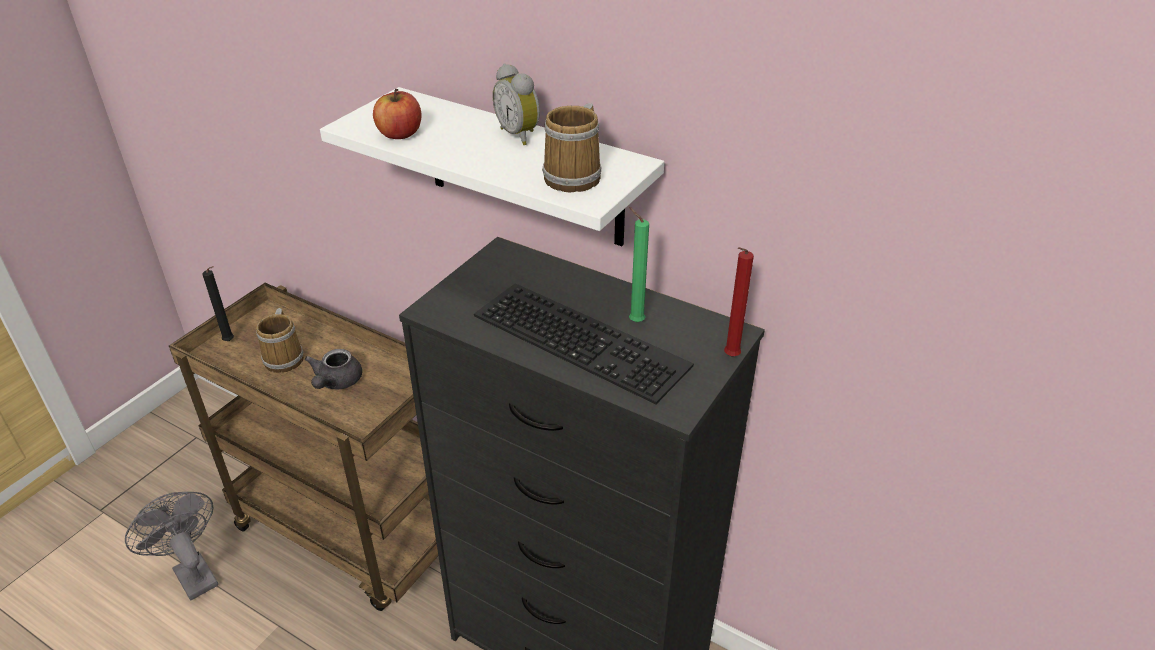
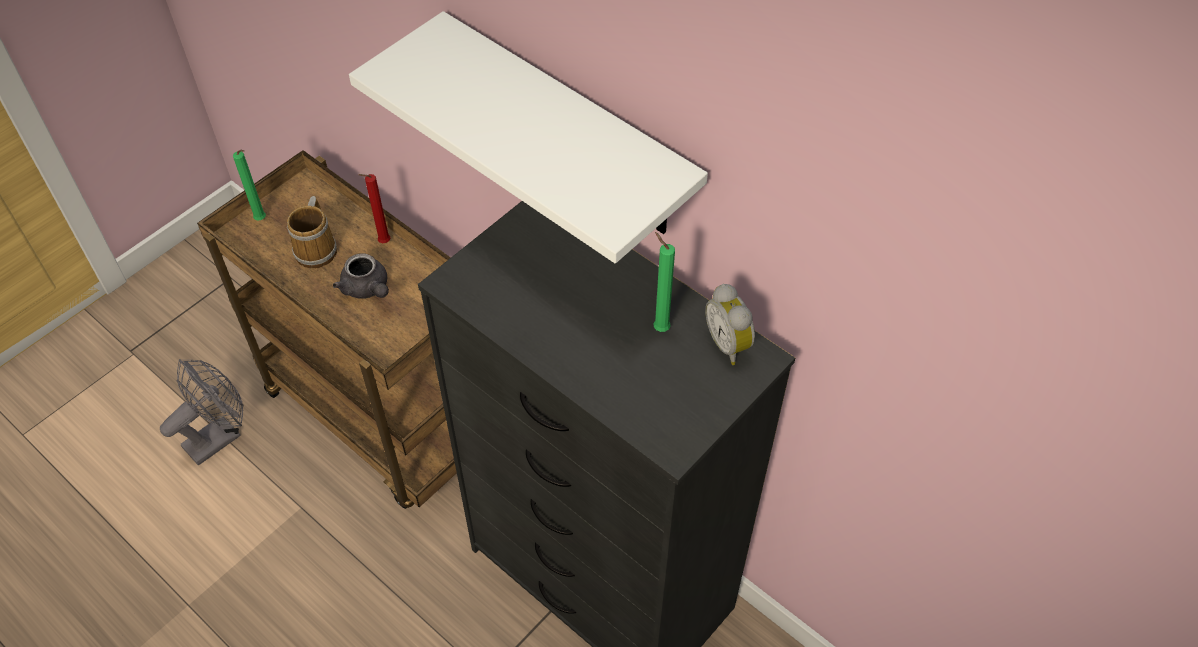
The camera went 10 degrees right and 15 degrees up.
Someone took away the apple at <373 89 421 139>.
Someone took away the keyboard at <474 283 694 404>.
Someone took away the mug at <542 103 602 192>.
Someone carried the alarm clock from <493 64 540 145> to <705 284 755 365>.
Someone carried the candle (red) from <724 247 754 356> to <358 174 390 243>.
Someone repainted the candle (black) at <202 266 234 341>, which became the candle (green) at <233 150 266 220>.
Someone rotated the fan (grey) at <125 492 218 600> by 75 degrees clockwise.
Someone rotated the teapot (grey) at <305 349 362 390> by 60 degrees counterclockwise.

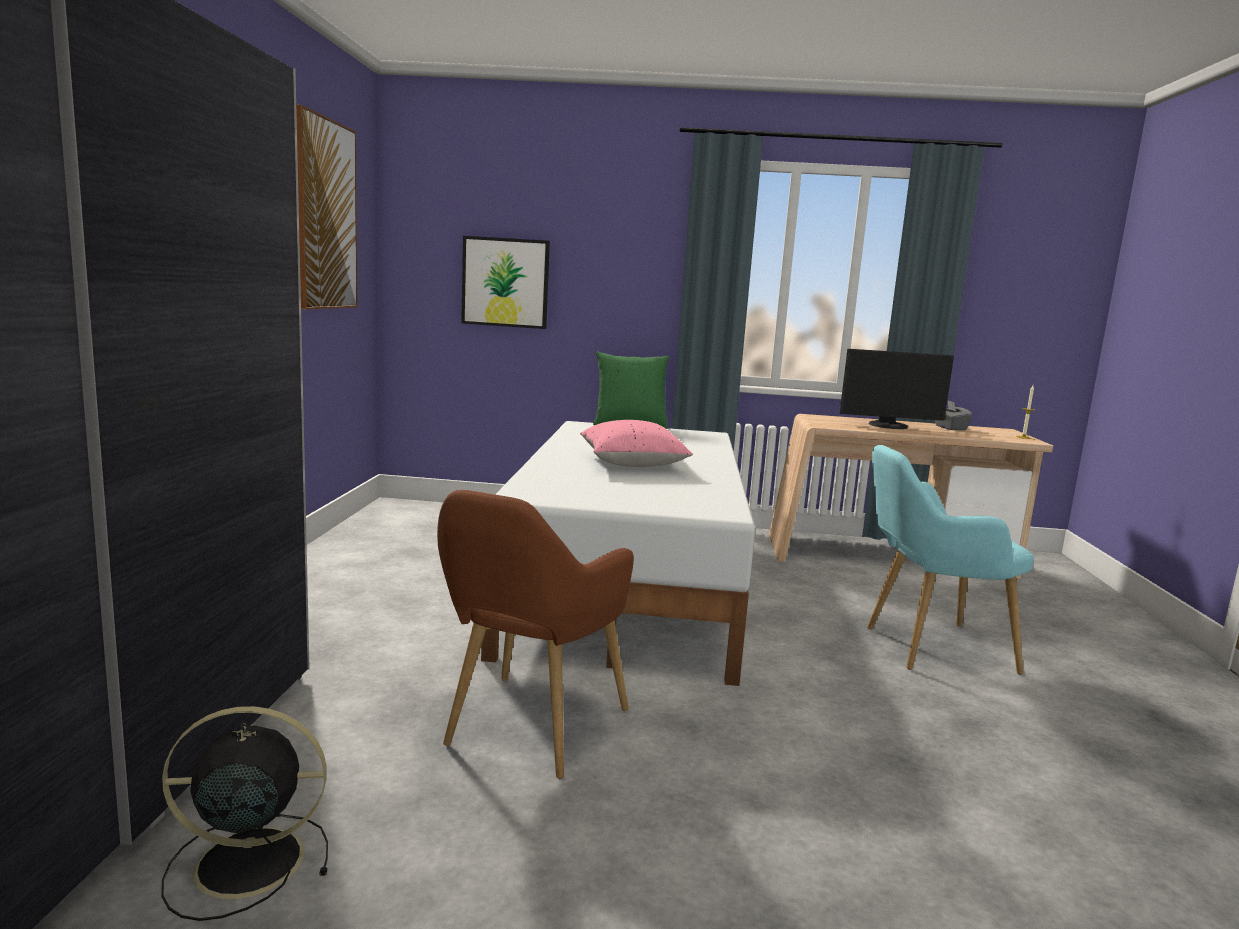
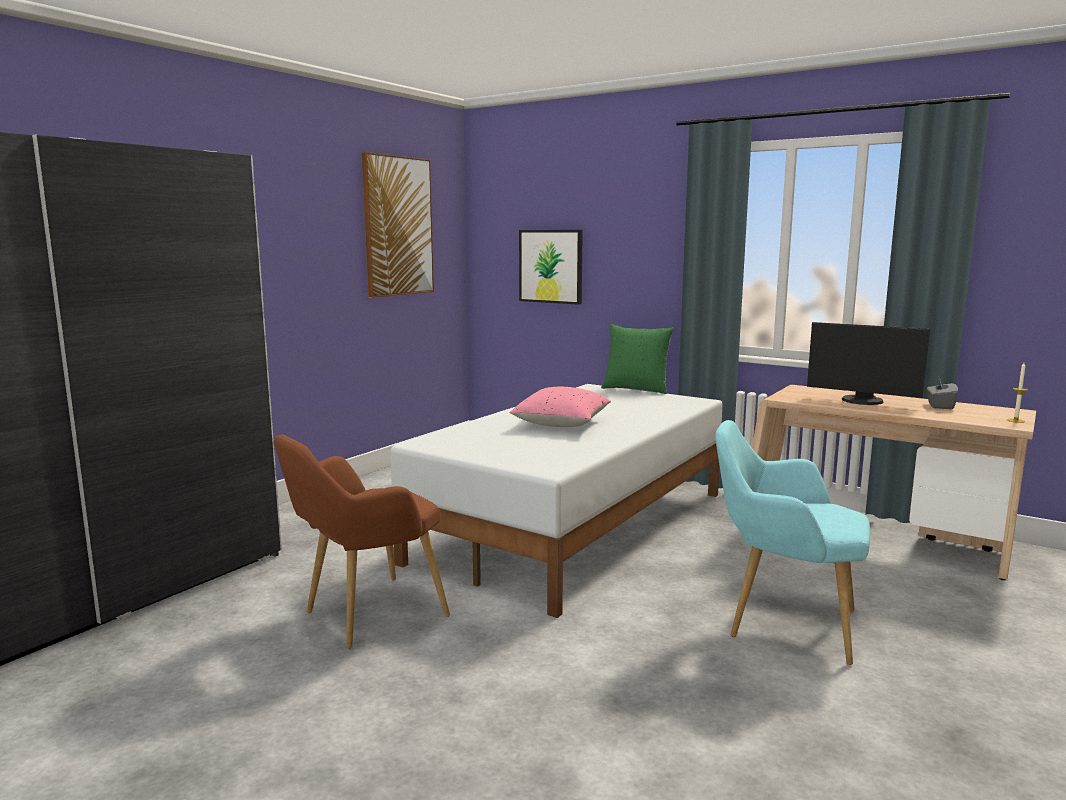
The camera went 30 degrees right and 0 degrees up.
Someone took away the fan (black) at <161 706 328 921>.

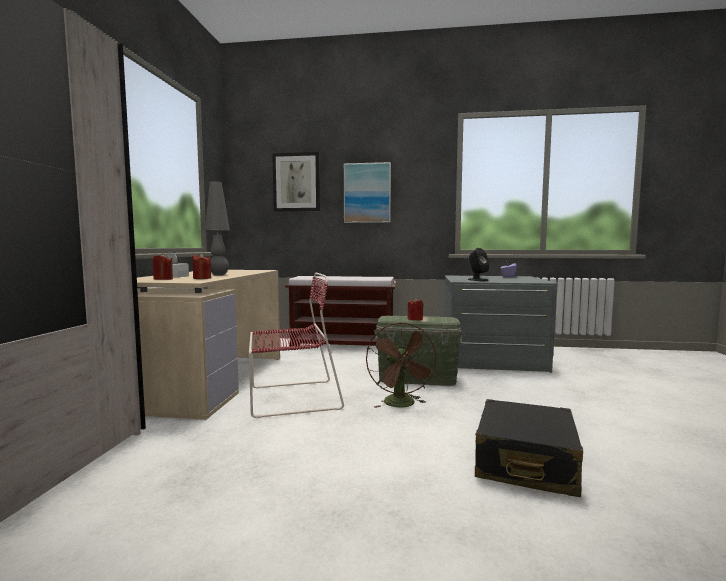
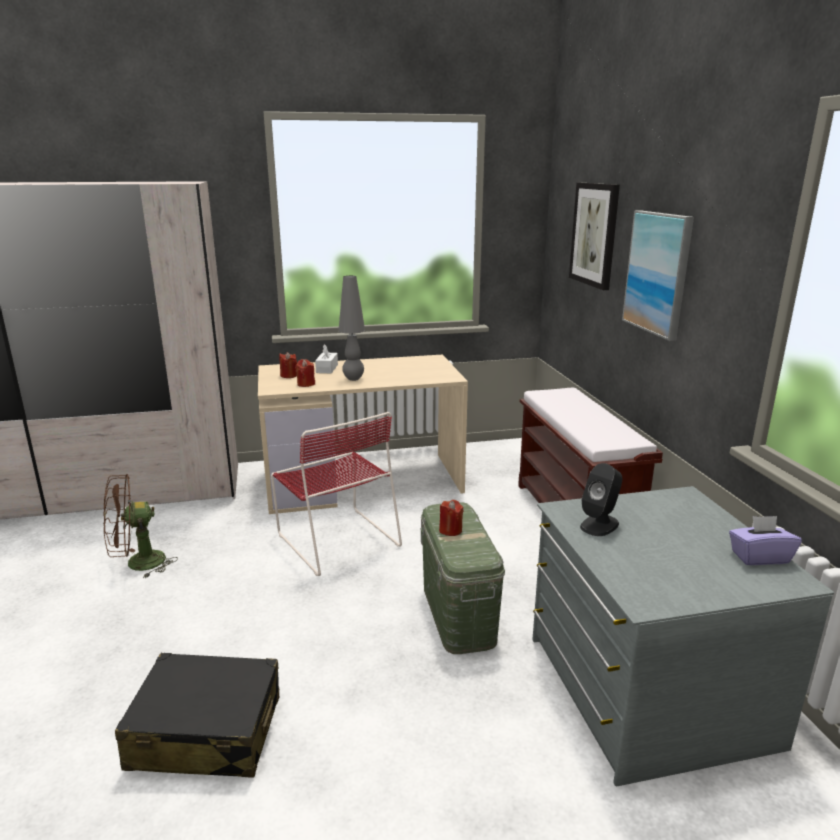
The camera went 70 degrees right and 15 degrees up.
Someone carried the fan (brown) from <366 322 437 408> to <103 474 178 579>.

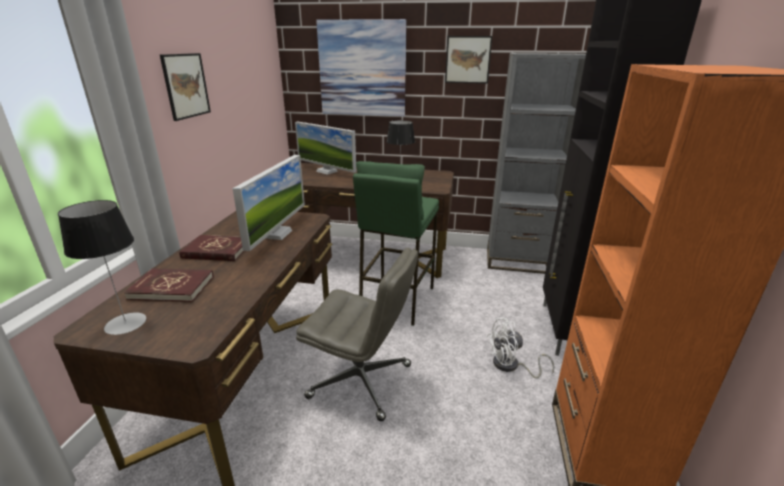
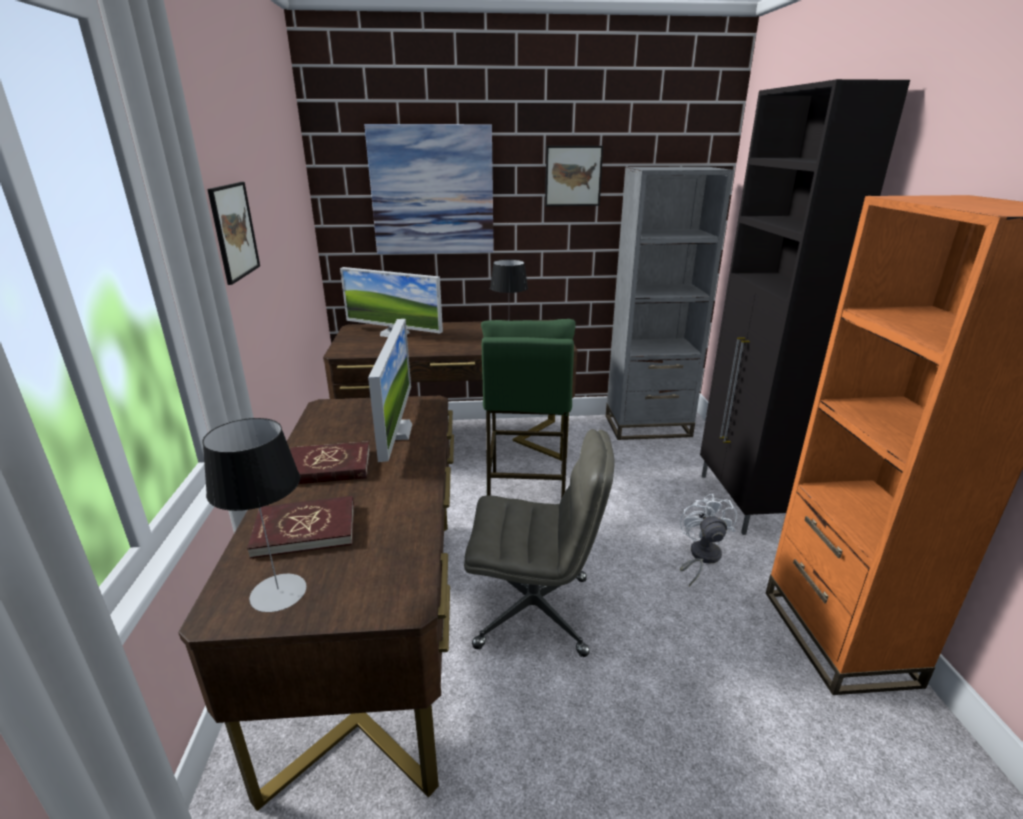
The camera went 15 degrees left and 0 degrees up.
Someone rotated the fan (white) at <487 318 554 378> by 120 degrees clockwise.

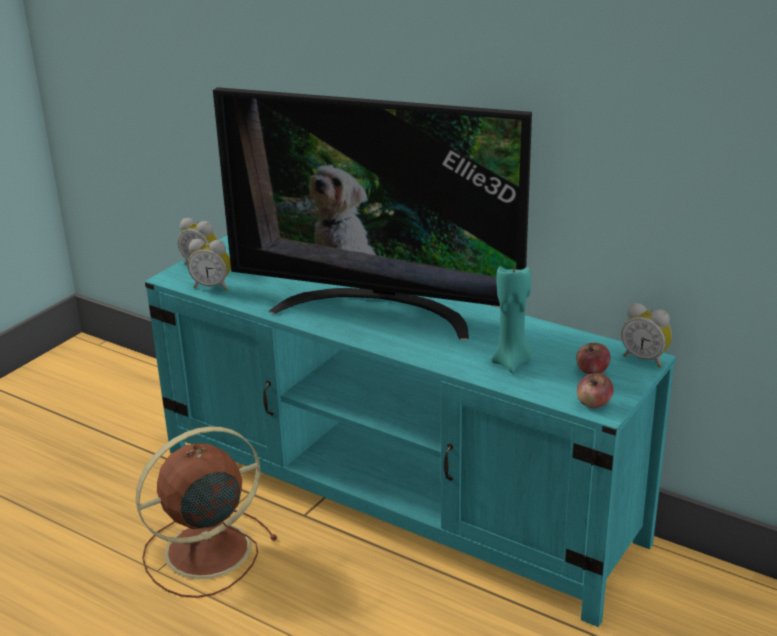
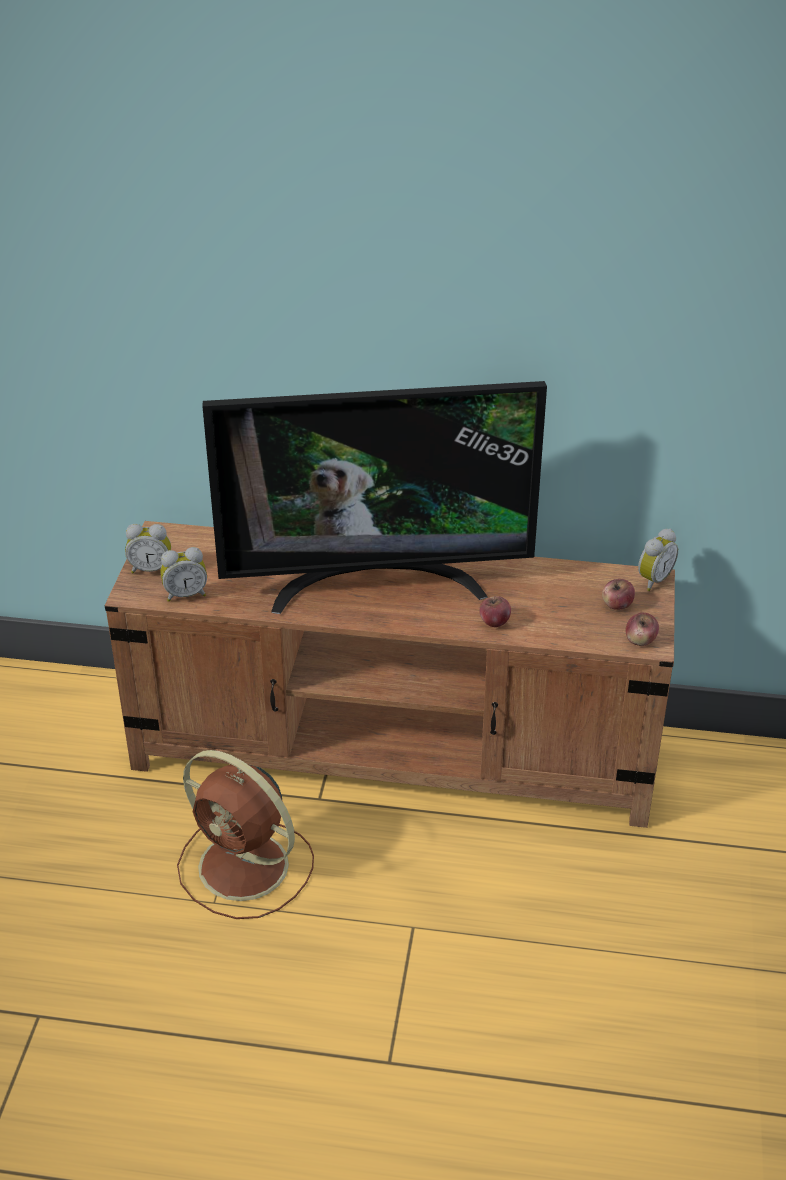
The camera went 25 degrees left and 10 degrees up.
Someone took away the candle (turquoise) at <491 266 532 373>.
Someone put down the apple at <479 596 511 627>.
Someone repainted the tv stand (turquoise) at <145 235 675 627>, which became the tv stand (brown) at <105 521 675 828>.
Someone rotated the fan (brown) at <136 426 278 598> by 90 degrees counterclockwise.
Someone rotated the alarm clock at <621 303 672 368> by 60 degrees counterclockwise.

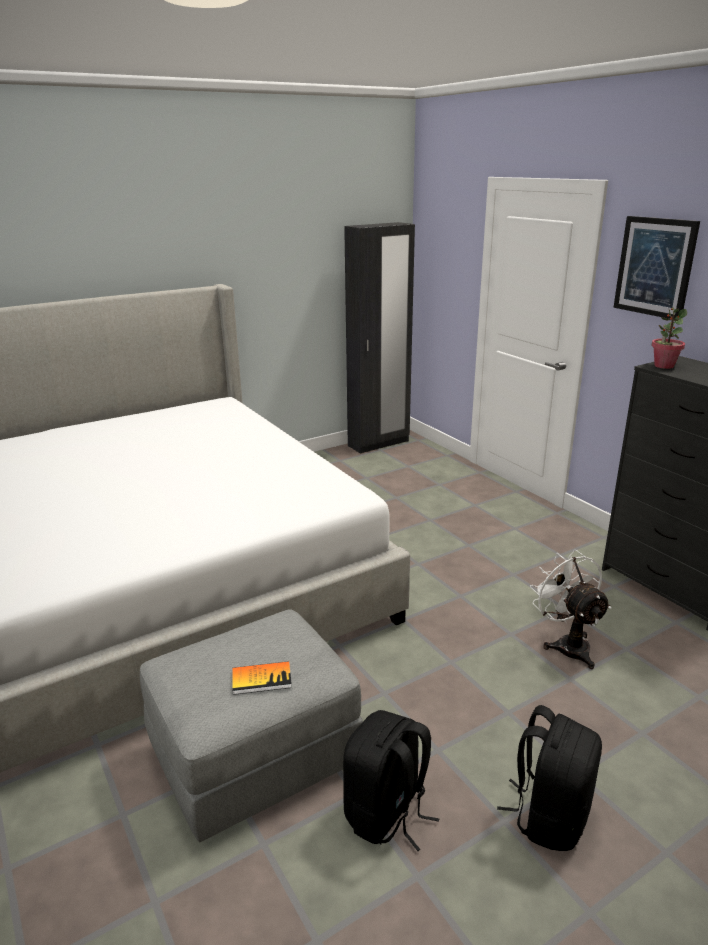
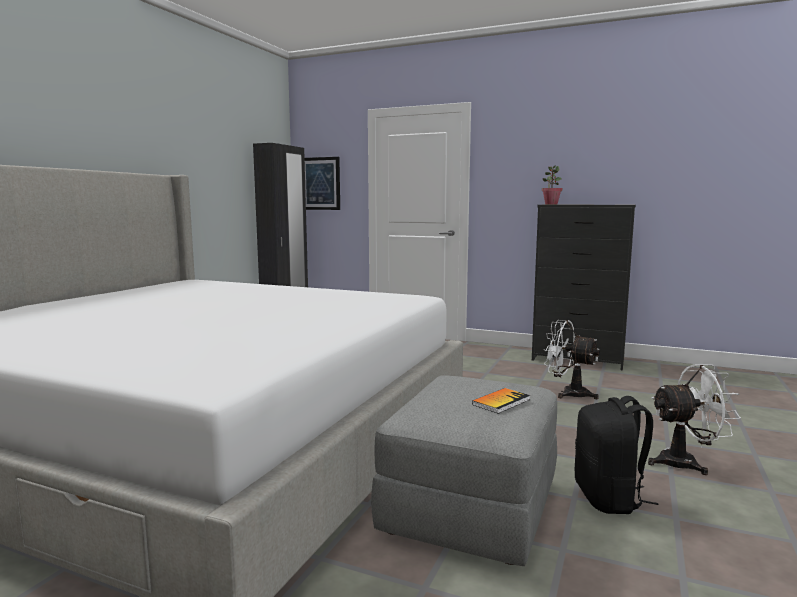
The camera went 35 degrees left and 15 degrees down.
Someone carried the picture from <613 216 700 319> to <305 157 340 210>.
Someone swapped the backpack (black) at <497 705 602 851> for the fan (white) at <648 364 741 475>.

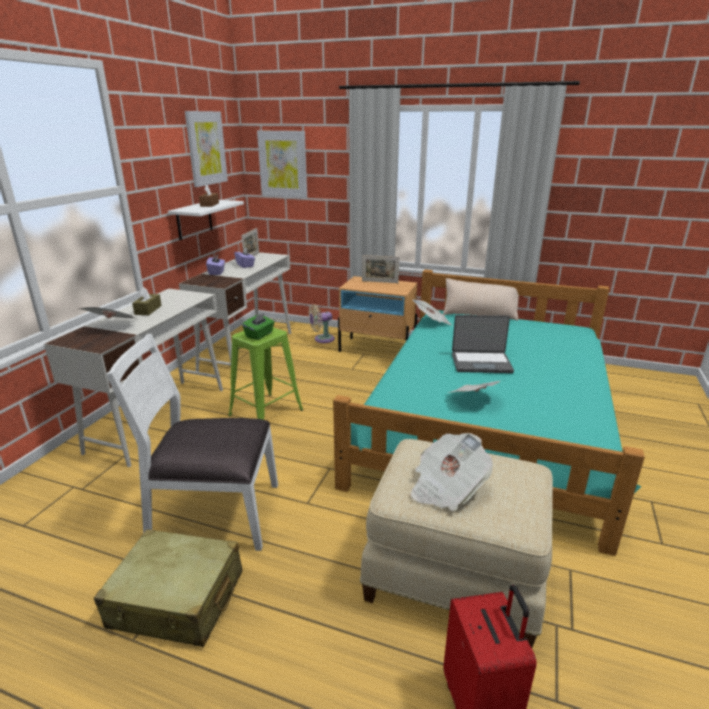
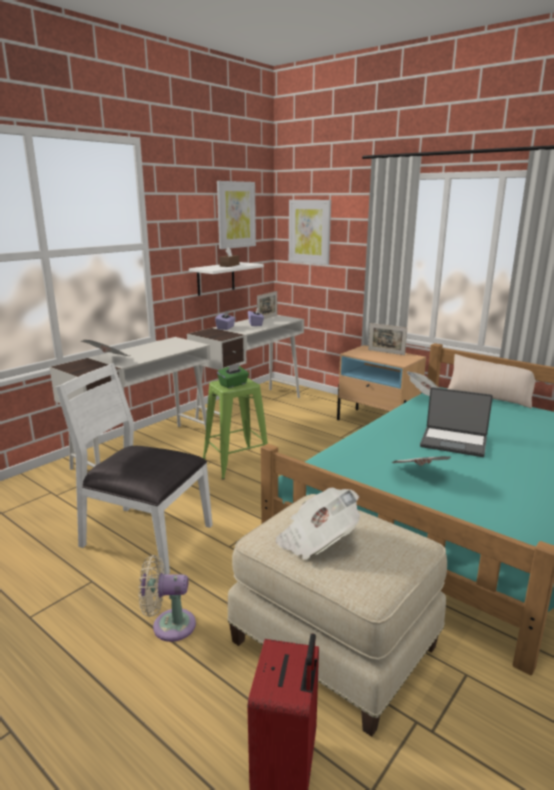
The camera went 20 degrees right and 5 degrees down.
Someone took away the suitcase (beige) at <94 529 242 647>.
Someone took away the tissue box (brown) at <132 287 162 315>.
Someone carried the fan (beige) from <309 305 335 343> to <139 555 196 642>.

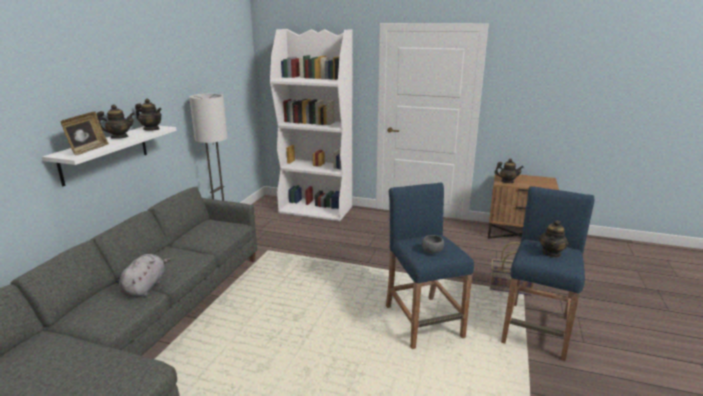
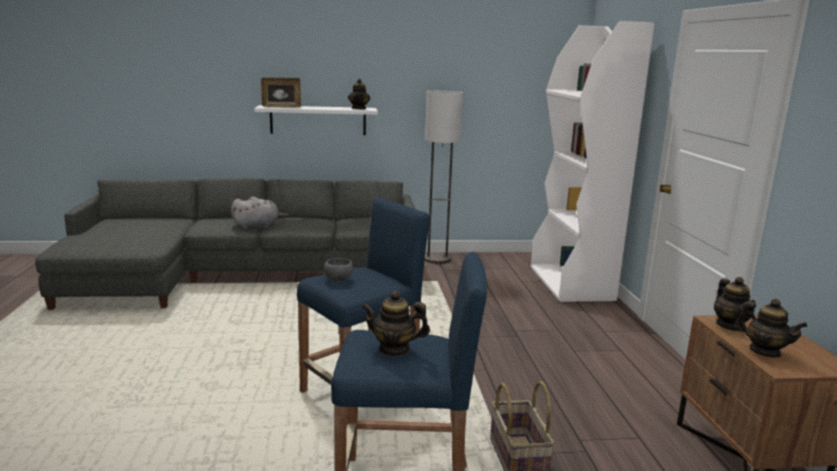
The camera went 65 degrees right and 5 degrees down.
Someone carried the teapot from <97 105 134 139> to <736 299 808 358>.

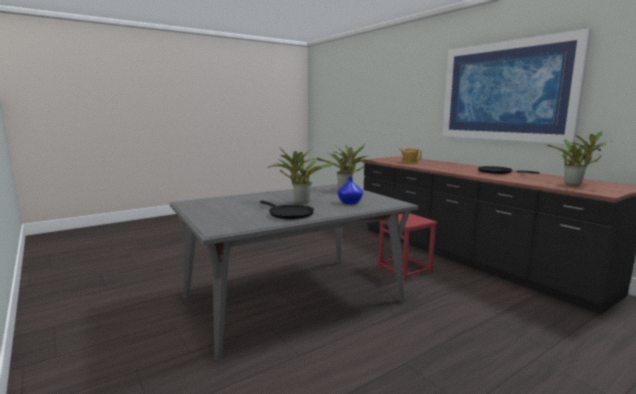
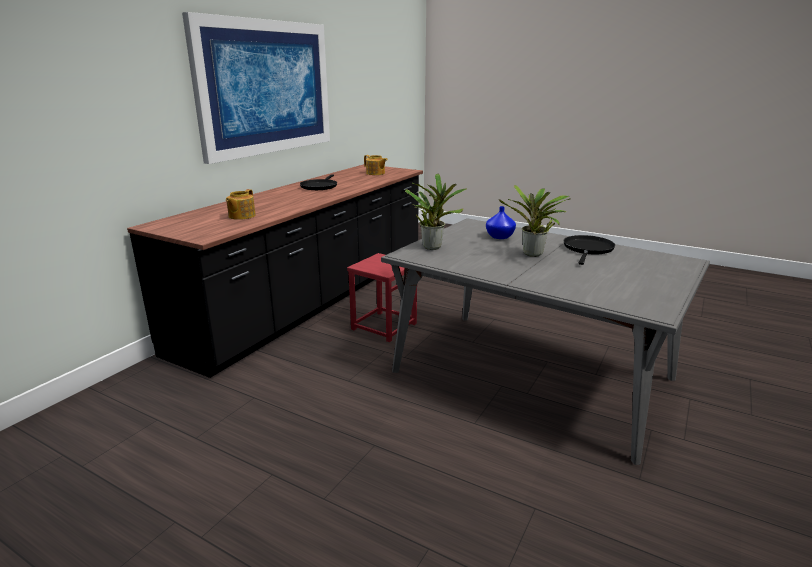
The camera went 115 degrees left and 10 degrees up.
Someone swapped the potted plant at <546 131 612 186> for the teapot at <364 155 388 175>.

